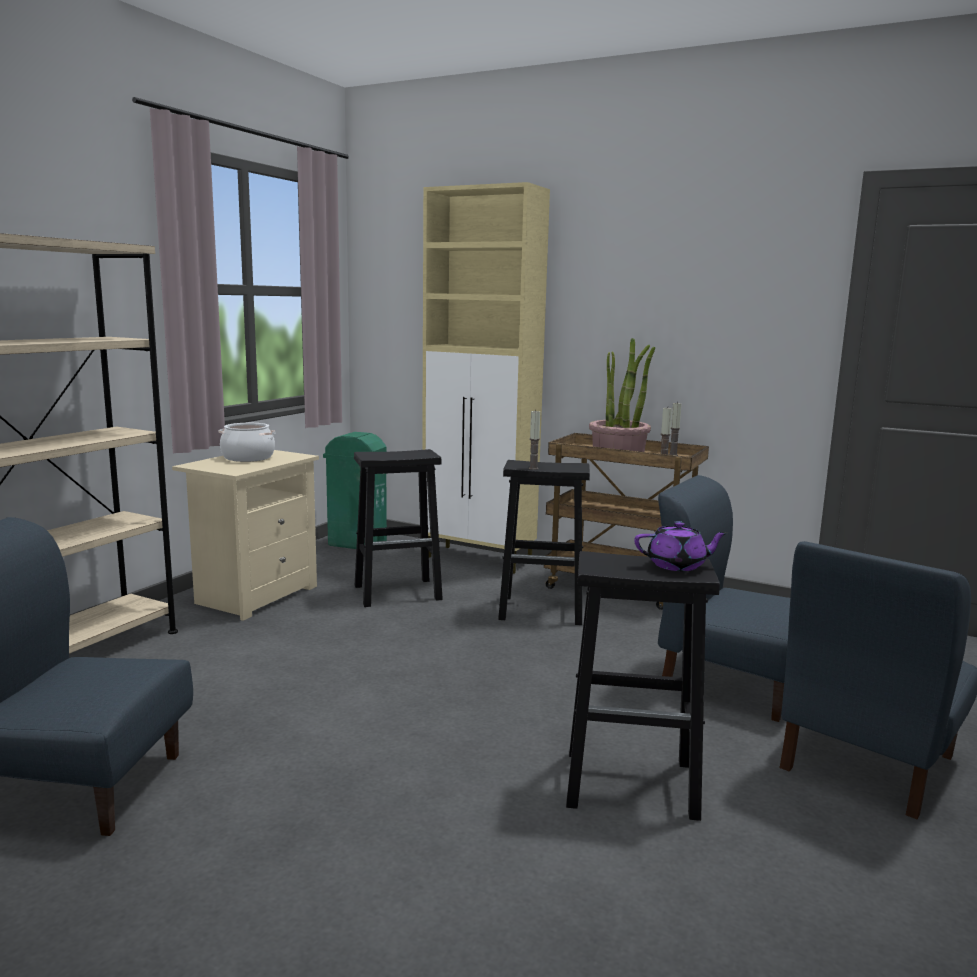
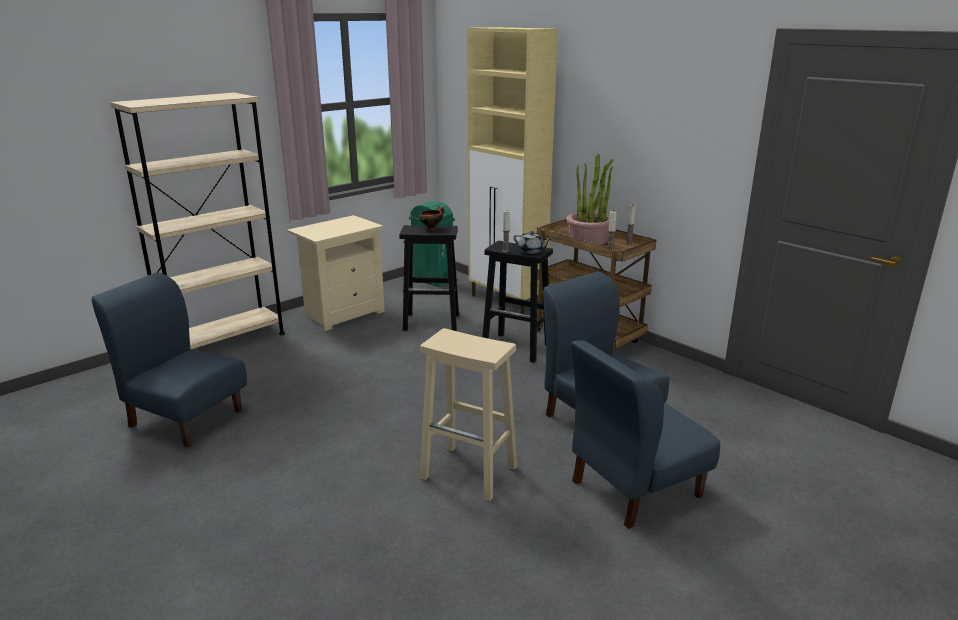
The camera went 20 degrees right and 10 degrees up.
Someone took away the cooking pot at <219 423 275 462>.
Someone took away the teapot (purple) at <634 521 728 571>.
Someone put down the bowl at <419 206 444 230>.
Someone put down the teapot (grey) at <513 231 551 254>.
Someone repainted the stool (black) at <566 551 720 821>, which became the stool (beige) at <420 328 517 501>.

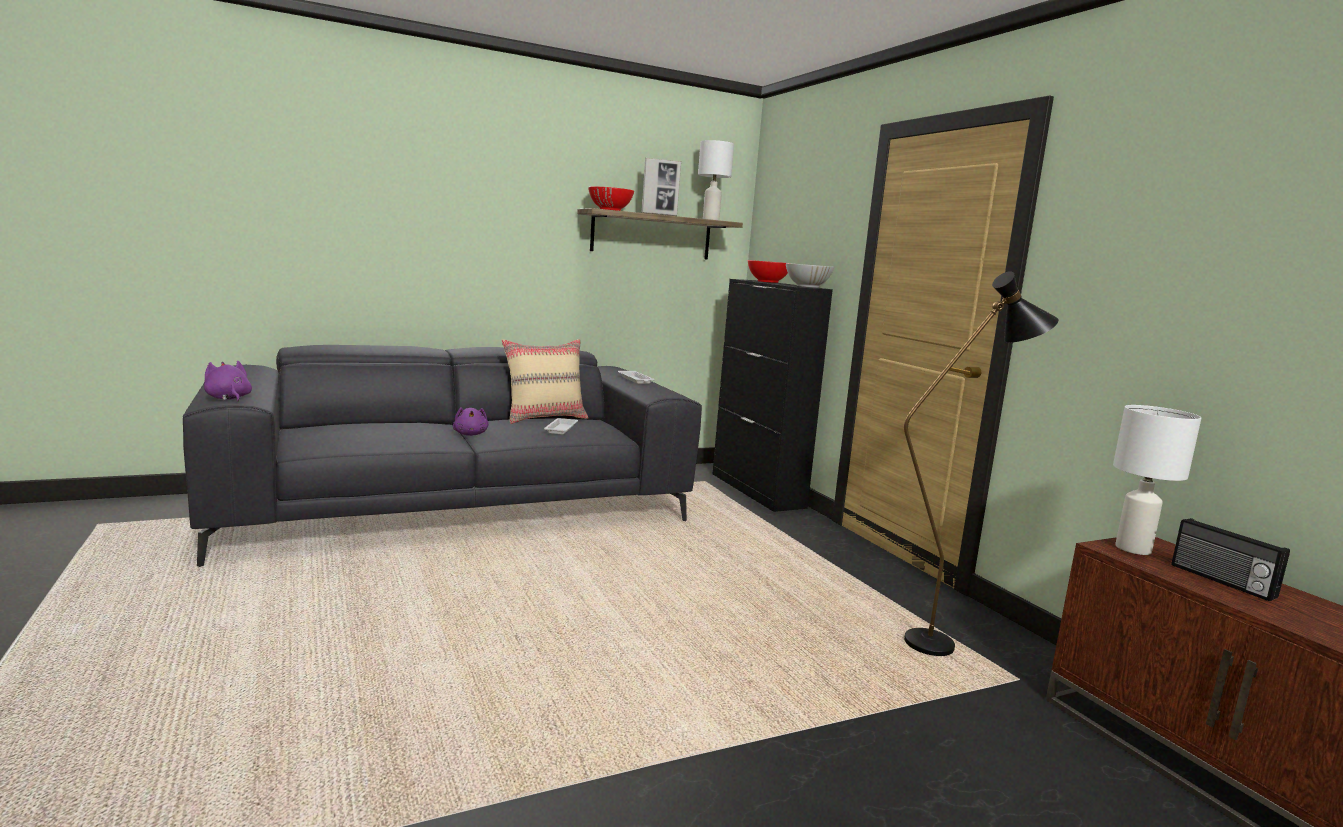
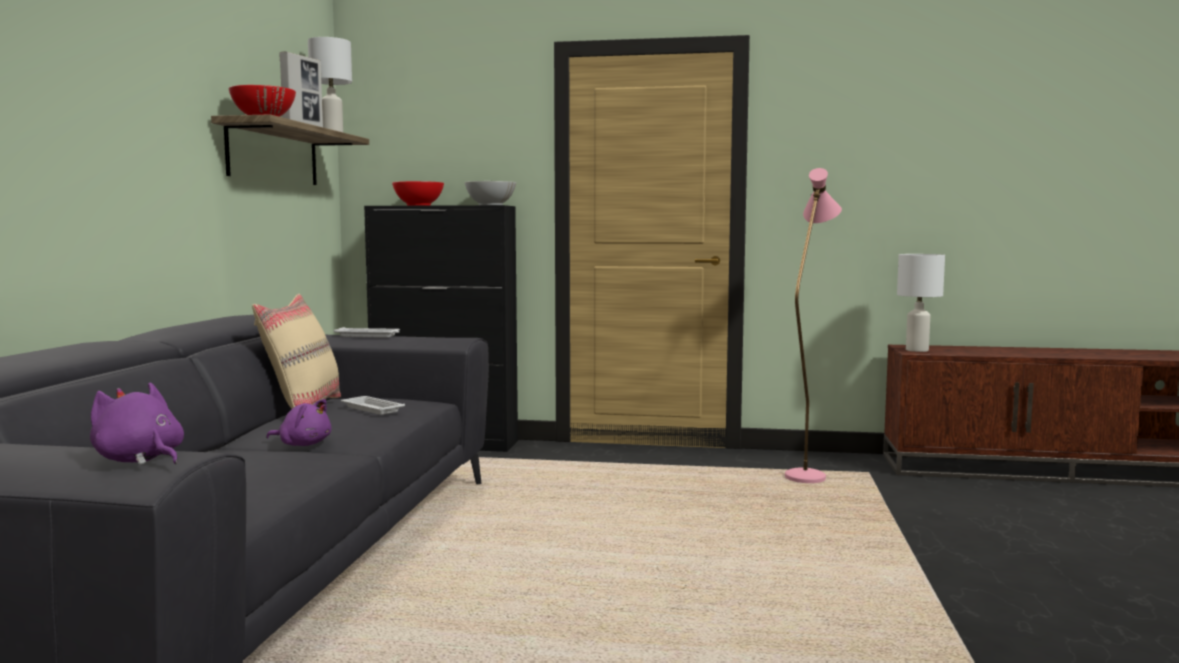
The camera went 55 degrees left and 5 degrees down.
Someone took away the radio at <1172 518 1290 601>.
Someone repainted the floor lamp (black) at <904 271 1059 656>, which became the floor lamp (pink) at <785 168 842 483>.
Someone rotated the plush toy (purple) at <204 361 252 402> by 45 degrees clockwise.

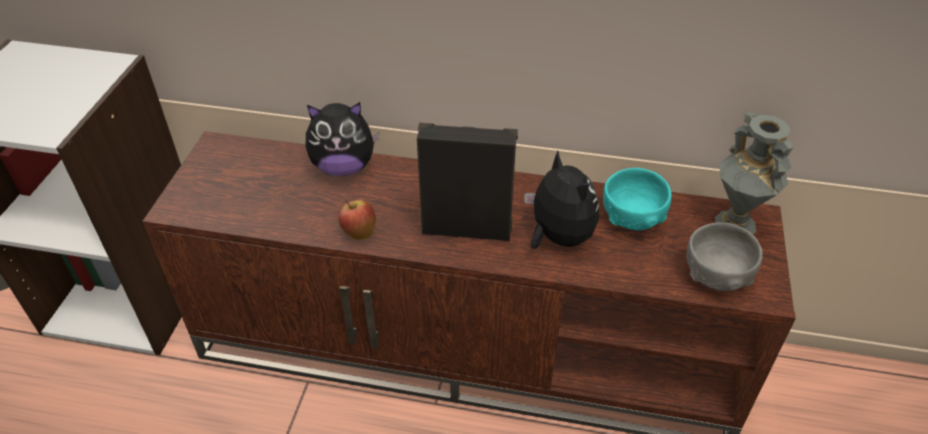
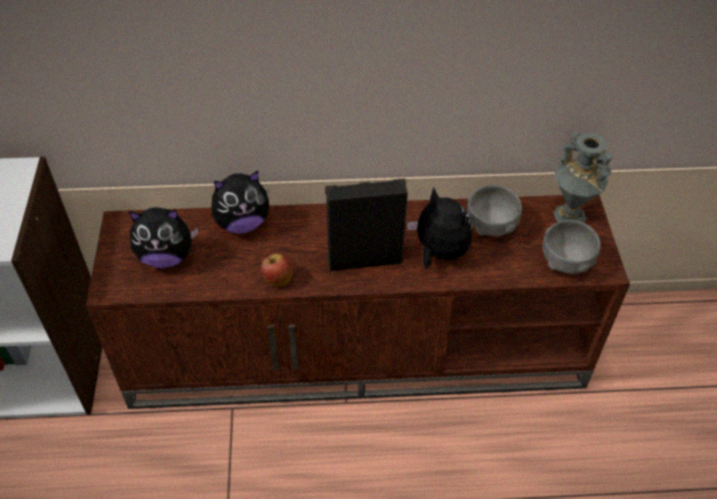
The camera went 15 degrees left and 5 degrees up.
Someone put down the plush toy at <129 207 198 268>.
Someone repainted the bowl (turquoise) at <603 168 672 230>, which became the bowl (grey) at <467 185 522 236>.

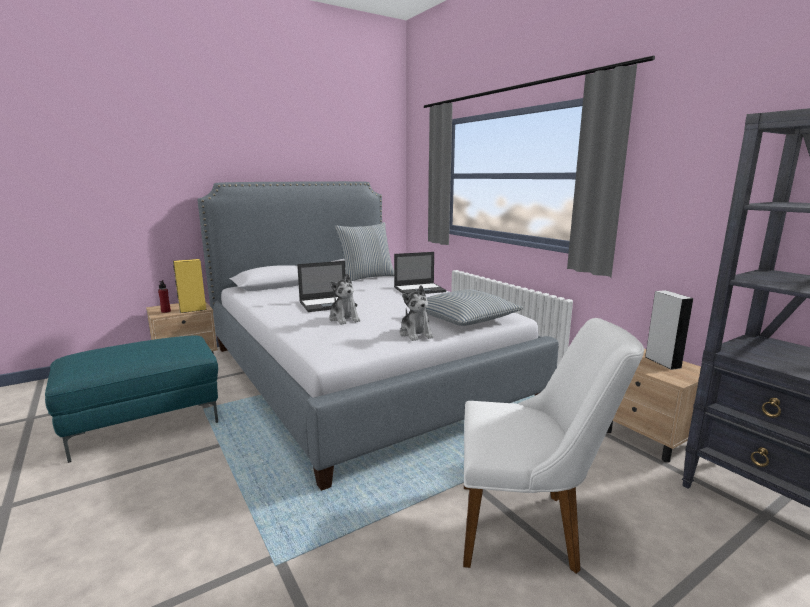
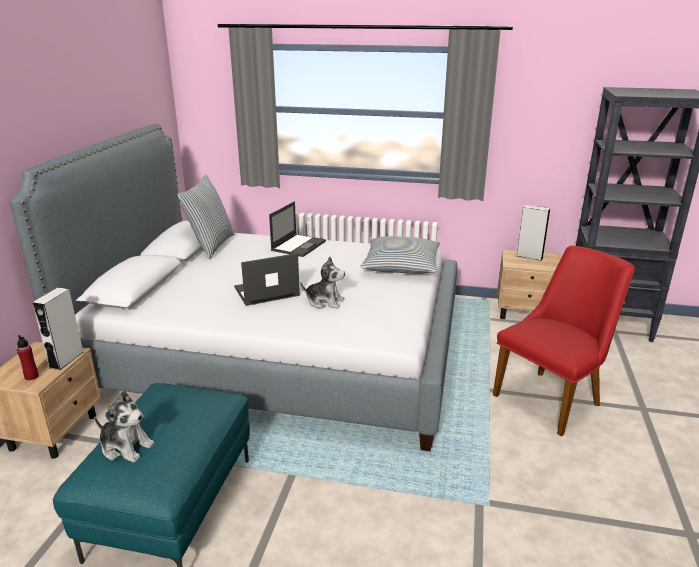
The camera went 45 degrees left and 10 degrees up.
Someone carried the plush toy from <399 285 434 341> to <94 390 155 463>.
Someone repainted the speaker (yellow) at <173 259 207 313>, which became the speaker (grey) at <32 287 83 370>.
Someone repainted the chair (white) at <463 318 644 574>, which became the chair (red) at <493 245 635 436>.
Someone rotated the laptop at <297 261 357 312> by 135 degrees counterclockwise.

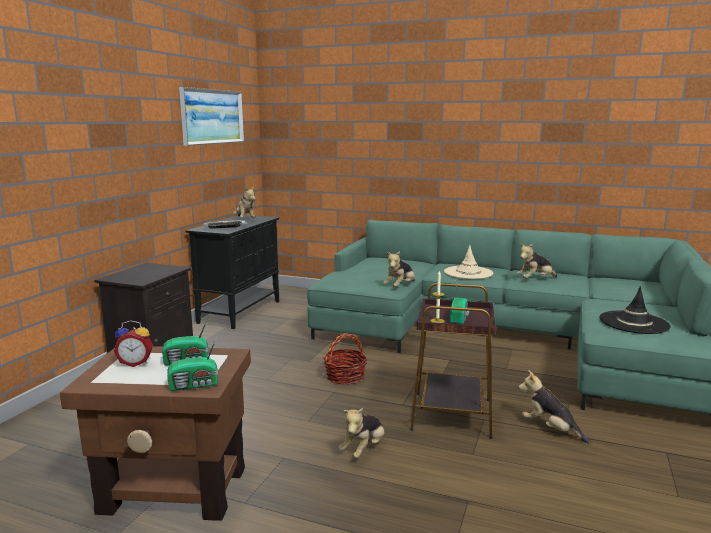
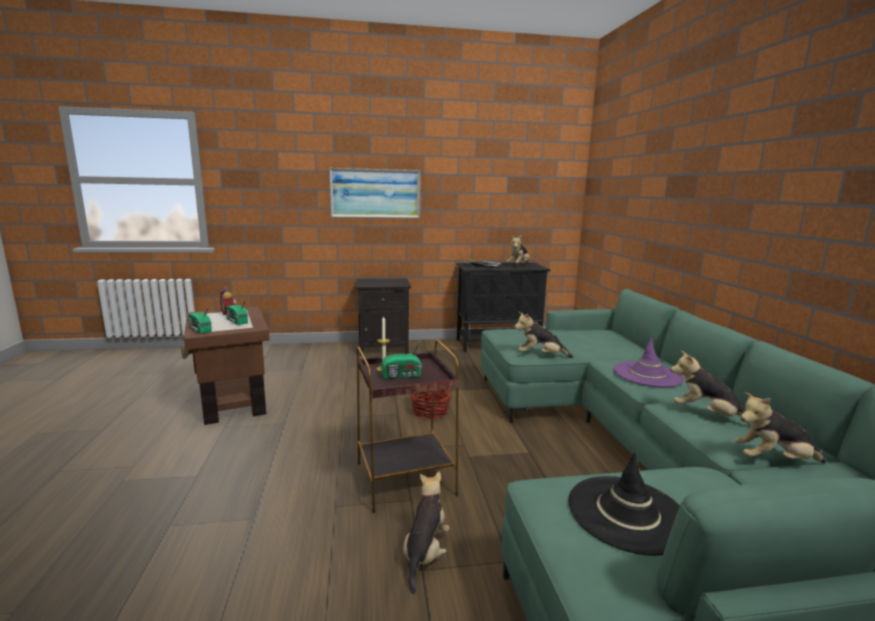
The camera went 60 degrees right and 0 degrees up.
Someone carried the picture from <179 87 244 146> to <329 168 421 219>.
Someone carried the plush toy from <338 408 385 458> to <734 392 826 463>.
Someone repainted the hat (beige) at <444 245 493 279>, which became the hat (purple) at <613 337 684 387>.

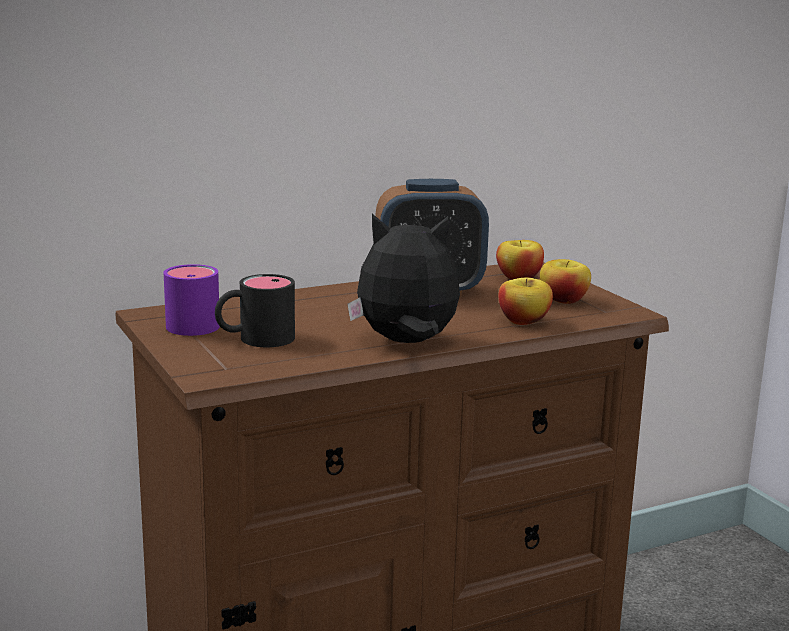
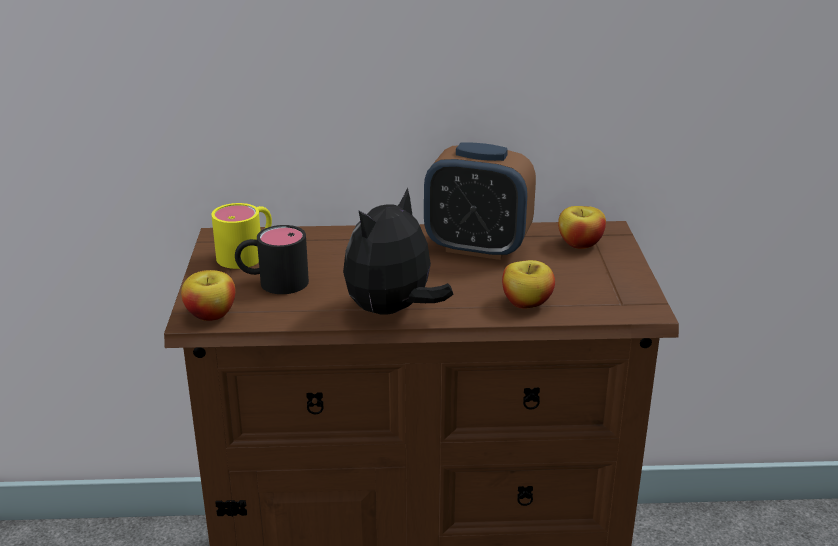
The camera went 25 degrees right and 10 degrees up.
Someone carried the apple from <540 259 591 304> to <181 270 235 321>.
Someone repainted the mug (purple) at <164 264 220 336>, which became the mug (yellow) at <211 203 272 269>.
Someone rotated the plush toy at <347 214 460 343> by 75 degrees counterclockwise.

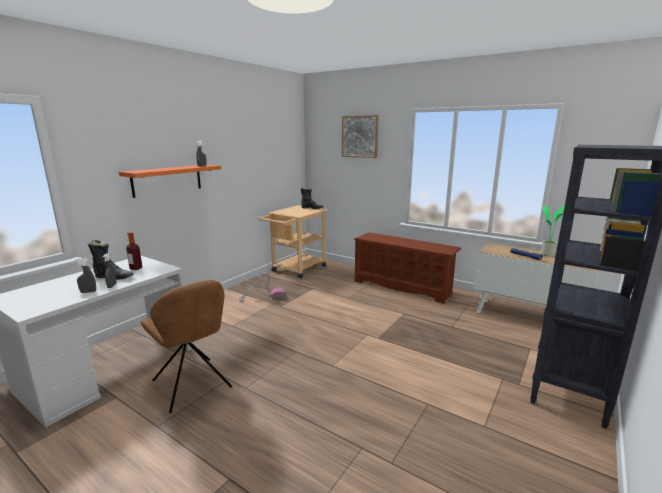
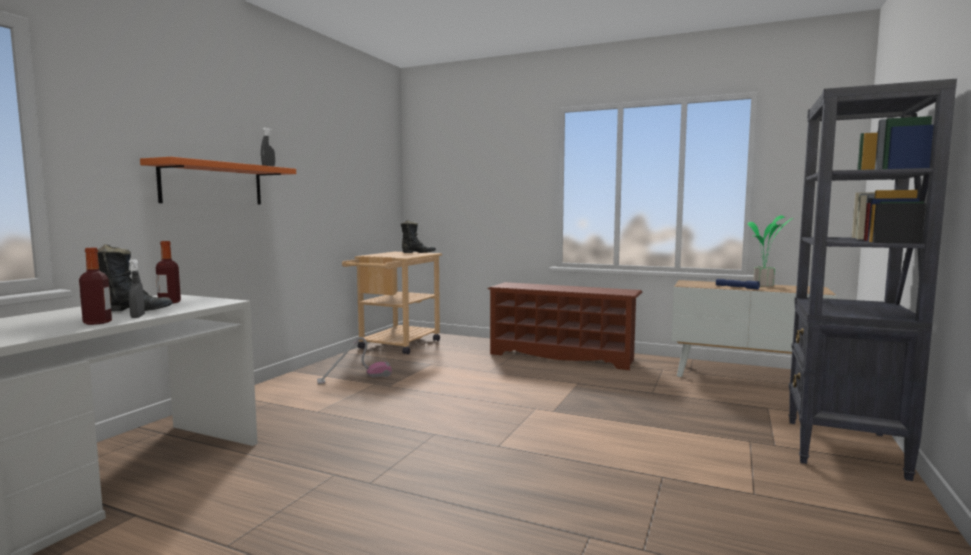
The camera went 10 degrees left and 10 degrees down.
Someone took away the chair (brown) at <140 280 232 413>.
Someone took away the picture at <342 115 379 158>.
Someone swapped the spray bottle (grey) at <75 258 96 293> for the bottle at <79 248 112 325>.

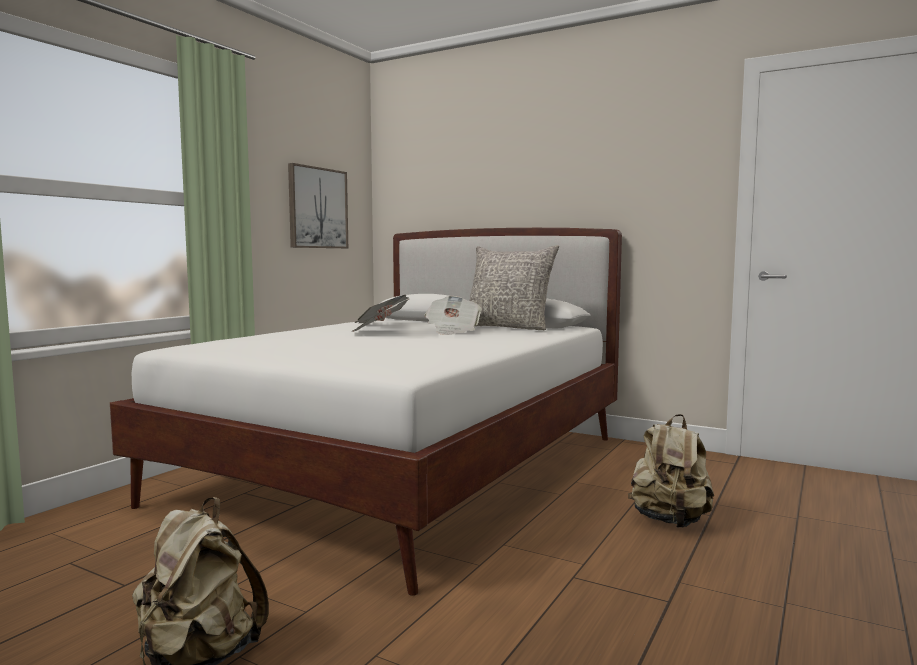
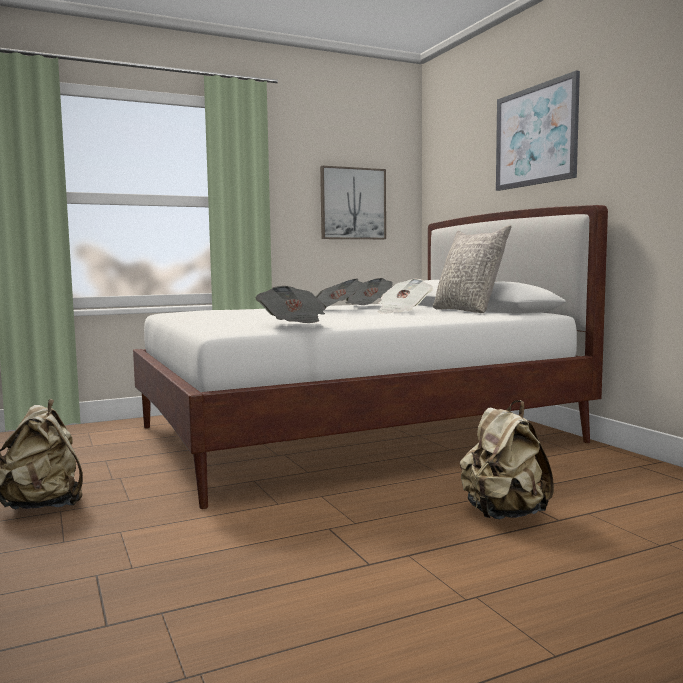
The camera went 35 degrees right and 0 degrees up.
Someone put down the newspaper at <256 286 326 323>.
Someone put up the picture at <496 70 580 191>.

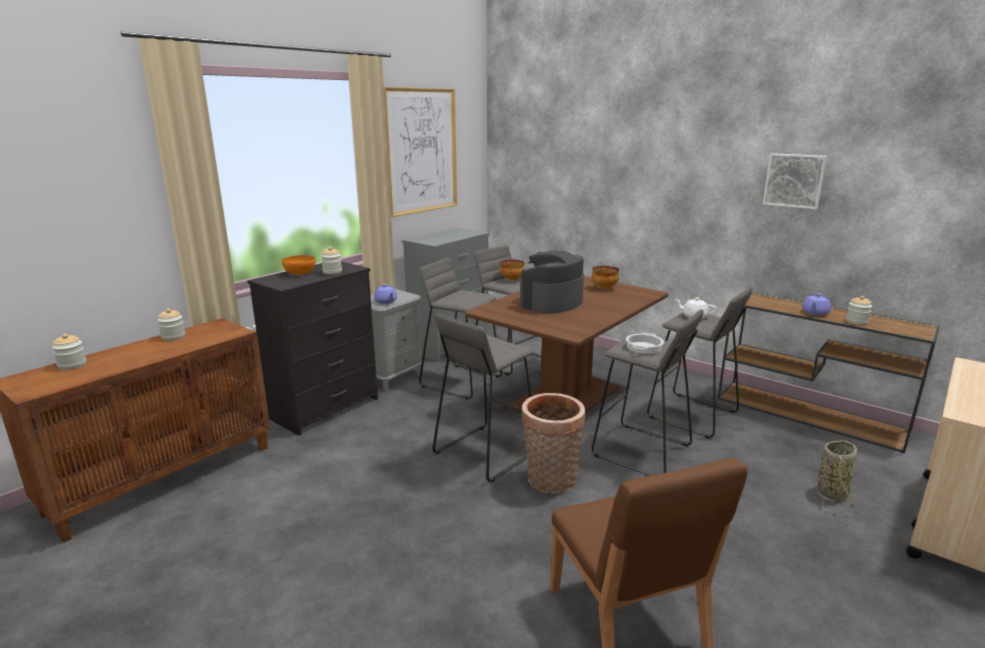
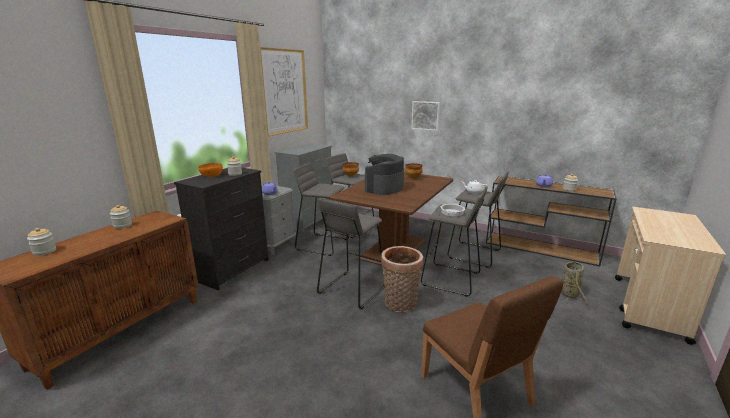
The camera went 10 degrees left and 0 degrees up.
Someone carried the picture from <763 153 827 209> to <411 101 440 131>.

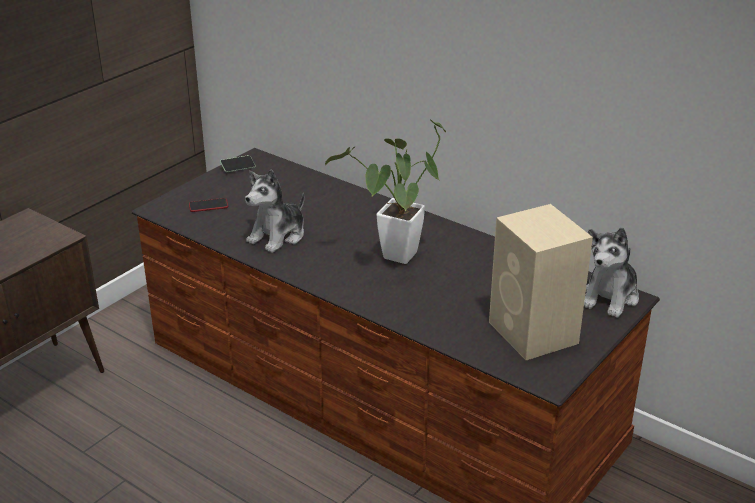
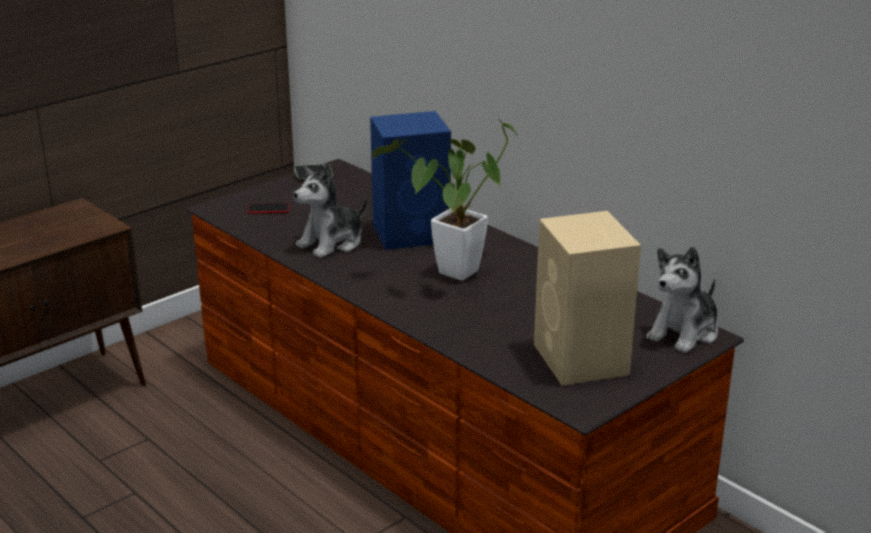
The camera went 10 degrees right and 5 degrees down.
Someone put down the speaker (blue) at <370 111 451 250>.

